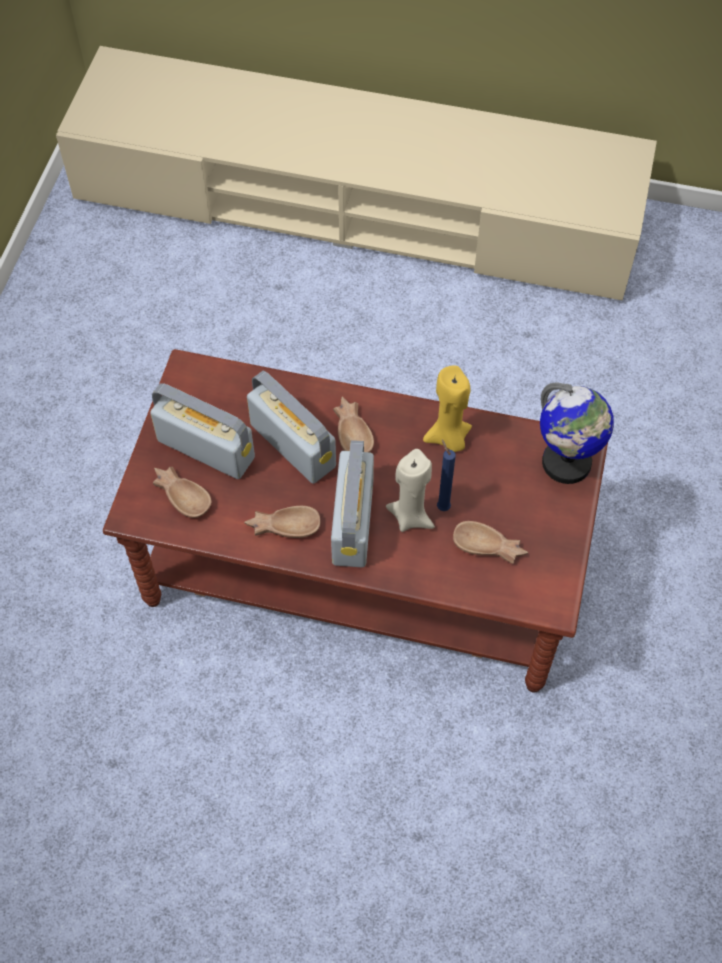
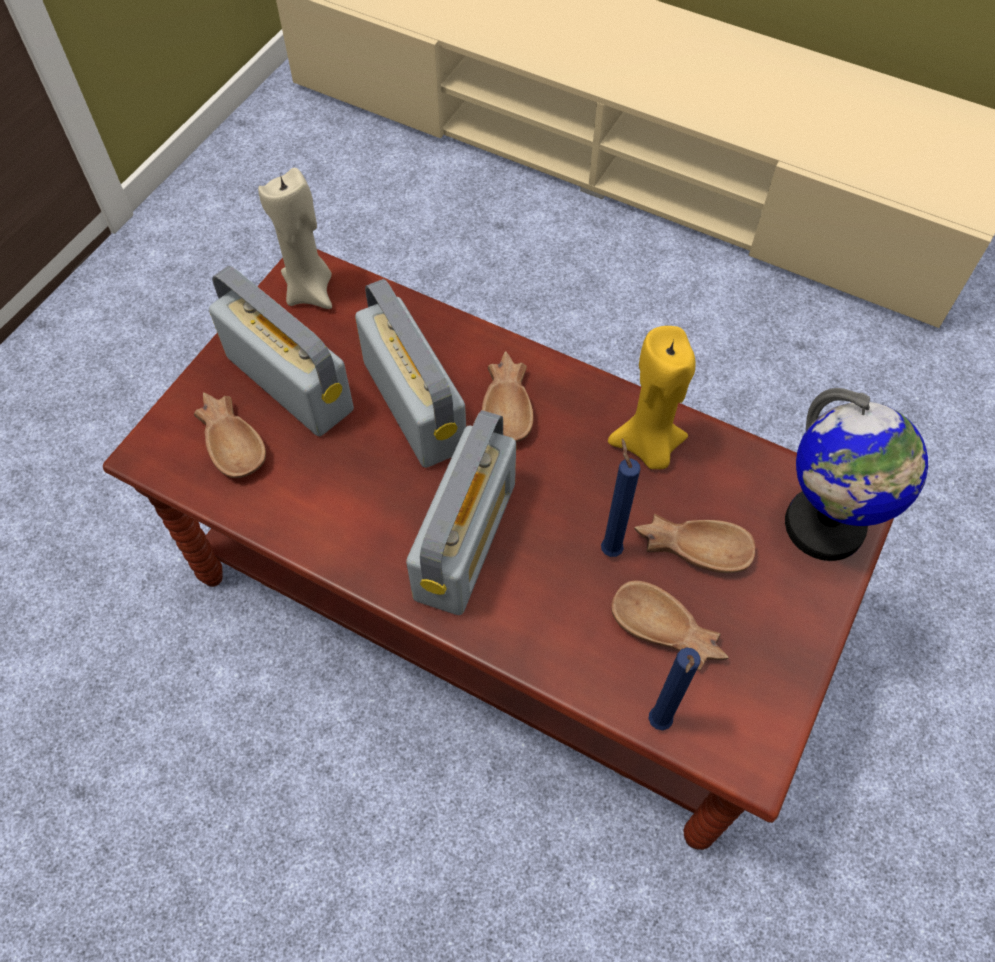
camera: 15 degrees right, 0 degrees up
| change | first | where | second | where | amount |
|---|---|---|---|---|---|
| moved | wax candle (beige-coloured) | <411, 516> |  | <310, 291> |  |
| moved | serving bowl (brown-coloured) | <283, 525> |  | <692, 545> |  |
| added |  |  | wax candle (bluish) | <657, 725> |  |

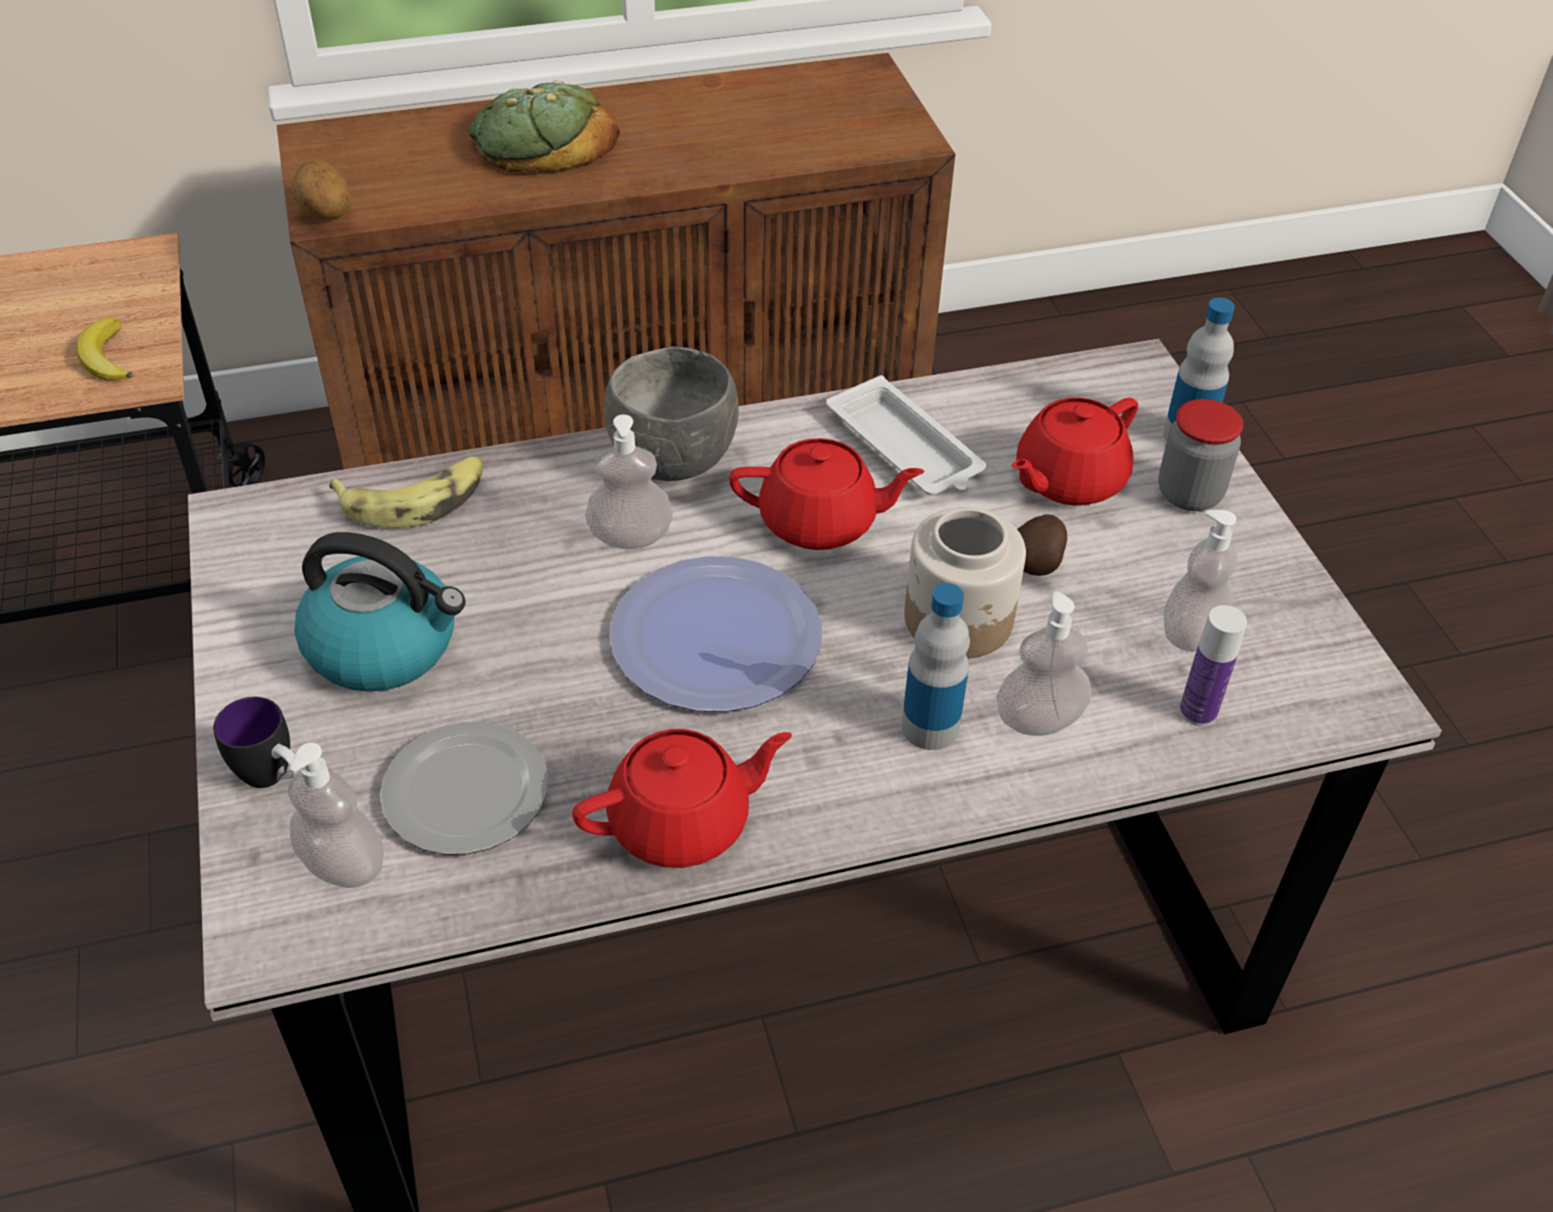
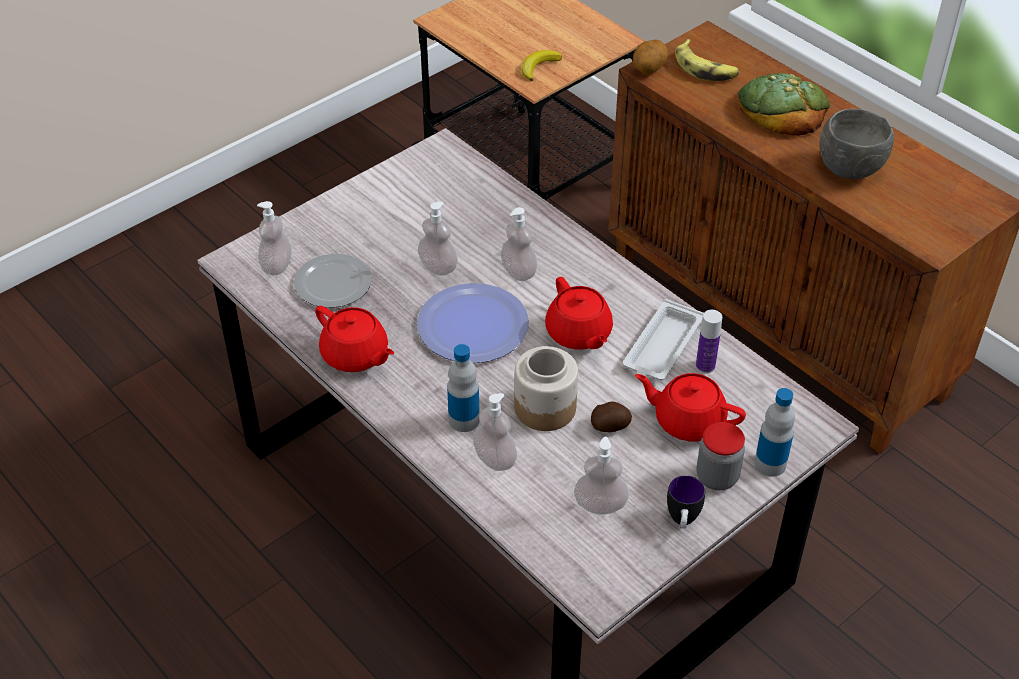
camera: 65 degrees right, 0 degrees up
| change | first | where | second | where | amount |
|---|---|---|---|---|---|
| moved | serving bowl (grey) | <672, 460> |  | <849, 169> |  |
| moved | banana | <415, 499> |  | <705, 68> |  |
| removed | water kettle | <385, 646> |  |  |  |
| moved | drink bottle | <1198, 712> |  | <705, 366> |  |
| moved | mug | <274, 778> |  | <682, 522> |  |
| added |  |  | liquid soap bottle | <438, 267> |  |

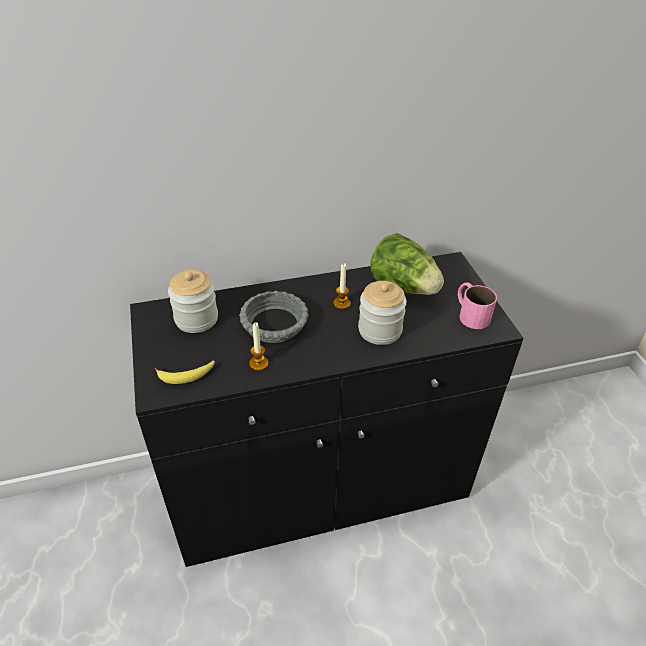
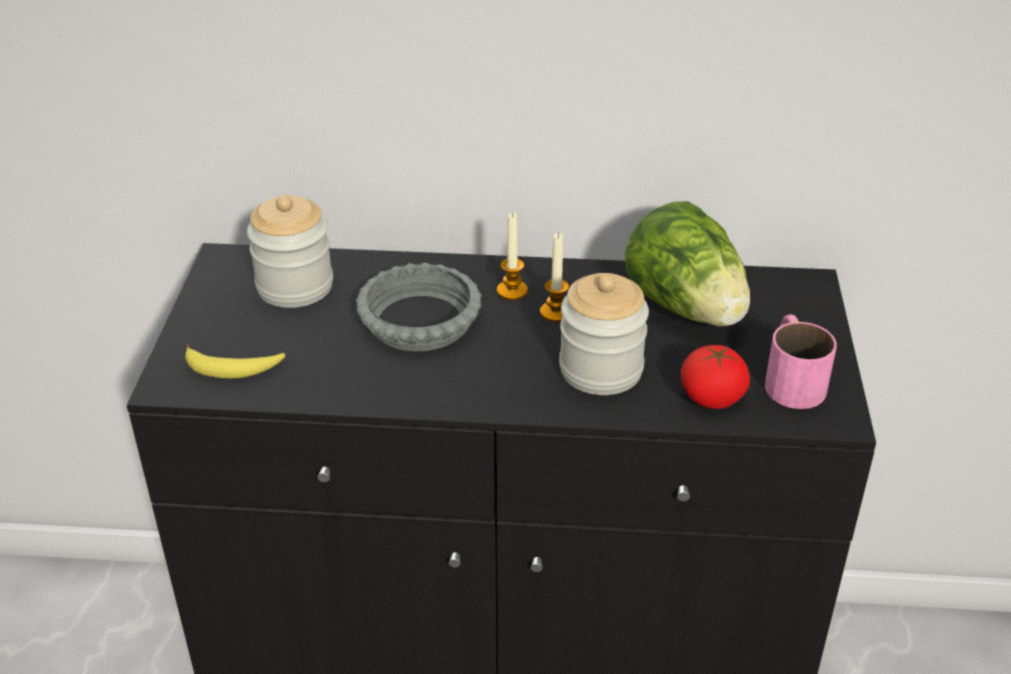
camera: 20 degrees right, 5 degrees down
| change | first | where | second | where | amount |
|---|---|---|---|---|---|
| moved | wax candle | <258, 363> |  | <512, 291> |  |
| added |  |  | whole tomato | <711, 398> |  |

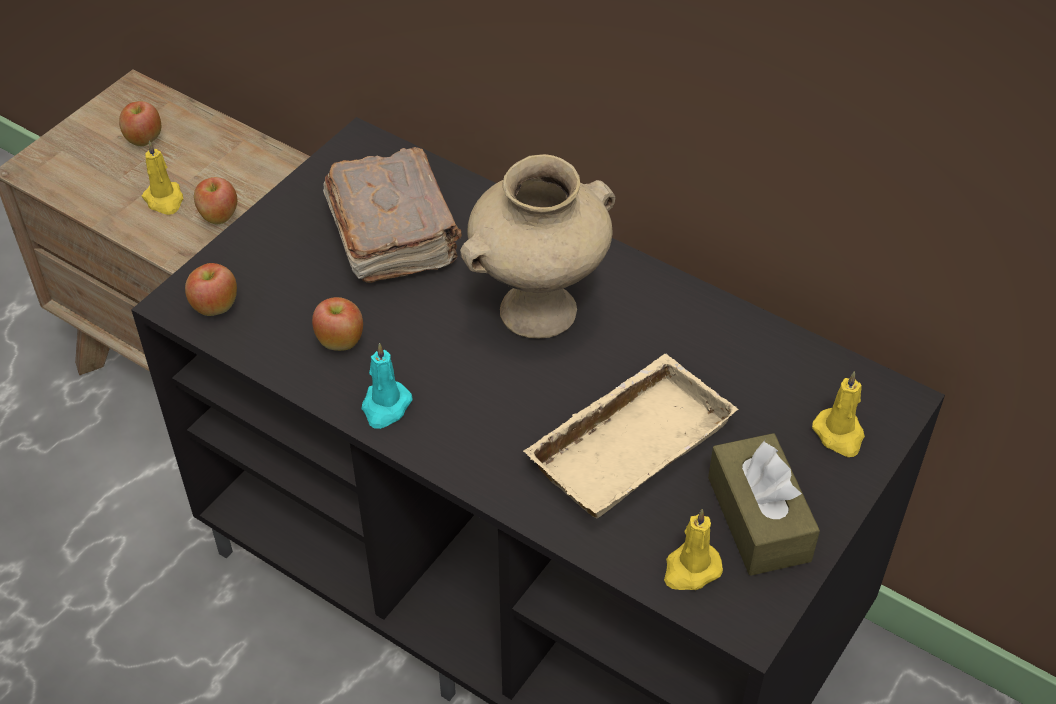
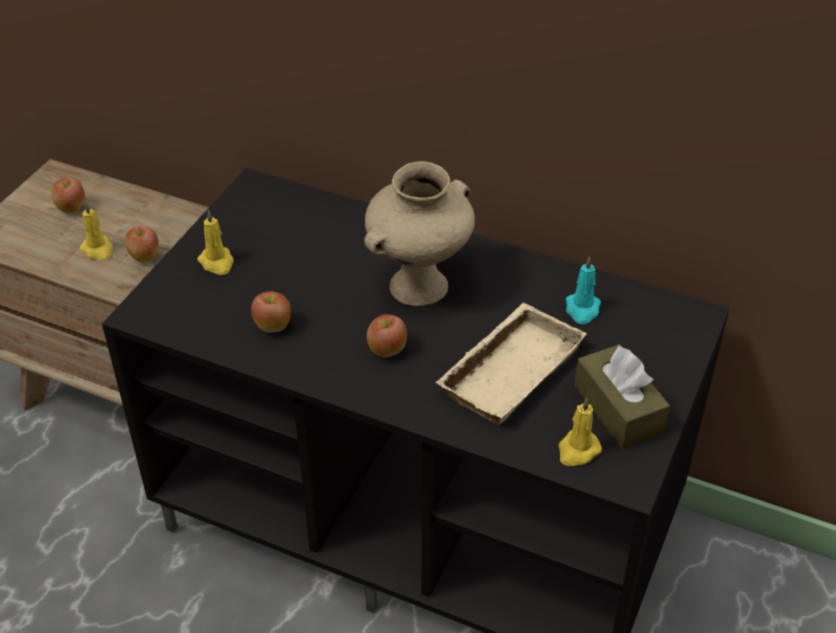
camera: 10 degrees left, 5 degrees down
| change | first | where | second | where | amount |
|---|---|---|---|---|---|
| removed | book (brown-coloured) | <394, 233> |  |  |  |
| moved | apple fruit | <215, 307> |  | <387, 350> |  |
| moved | wax candle (turquoise-coloured) | <385, 407> |  | <582, 310> |  |
| moved | wax candle (yellow) | <839, 435> |  | <217, 262> |  |

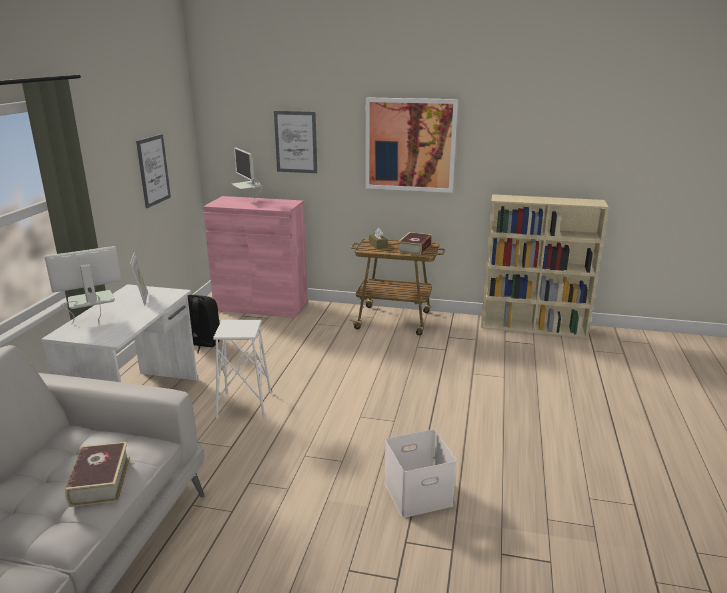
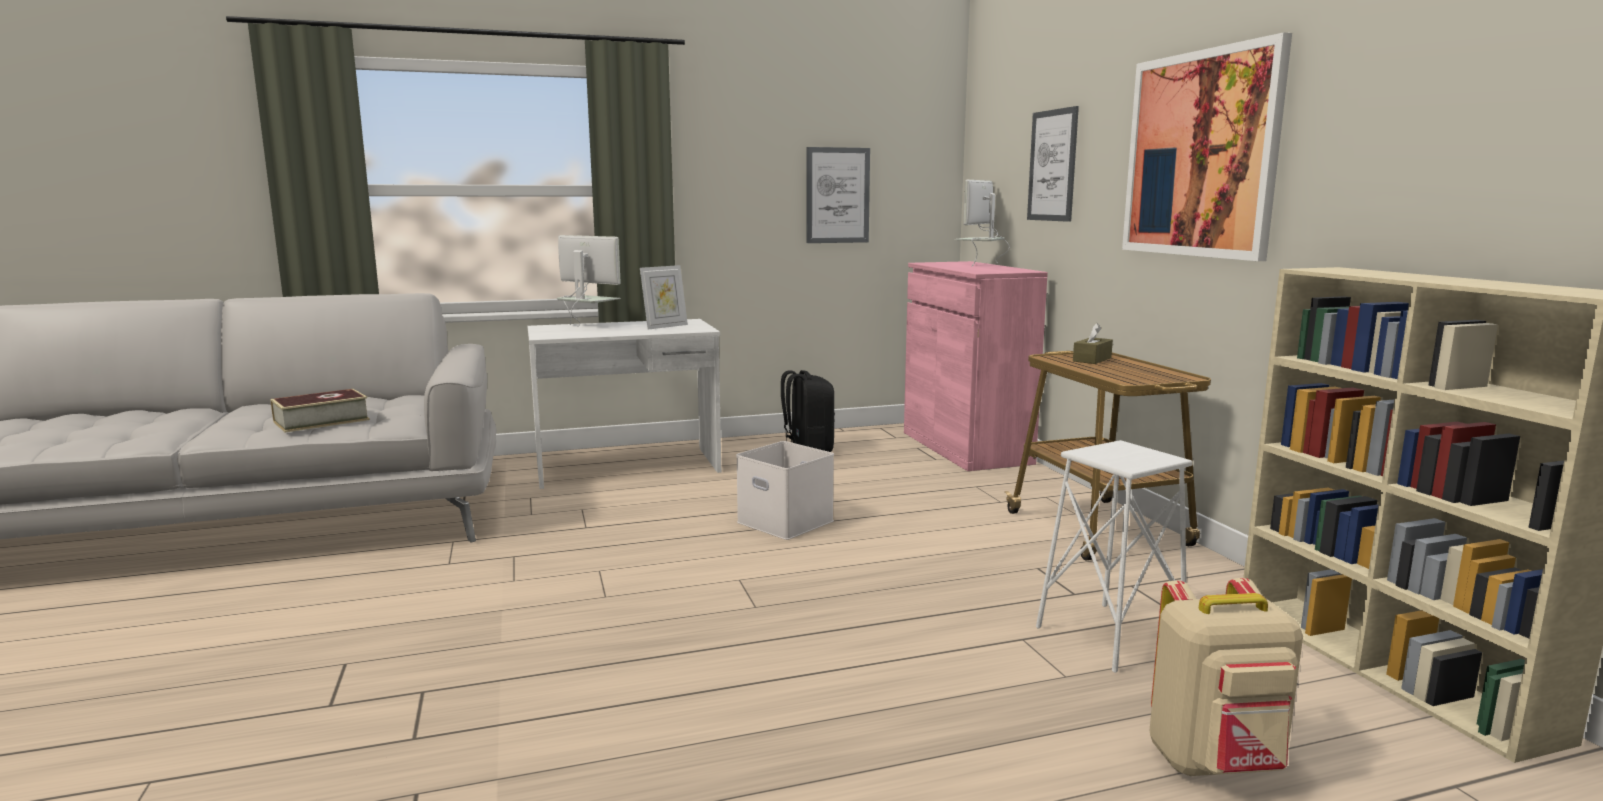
camera: 60 degrees right, 10 degrees down
| change | first | where | second | where | amount |
|---|---|---|---|---|---|
| removed | book | <414, 248> |  |  |  |
| moved | stool (white-coloured) | <244, 405> |  | <1109, 636> |  |
| moved | storage container (white-coloured) | <417, 495> |  | <783, 521> |  |
| added |  |  | backpack (beige-coloured) | <1216, 764> |  |

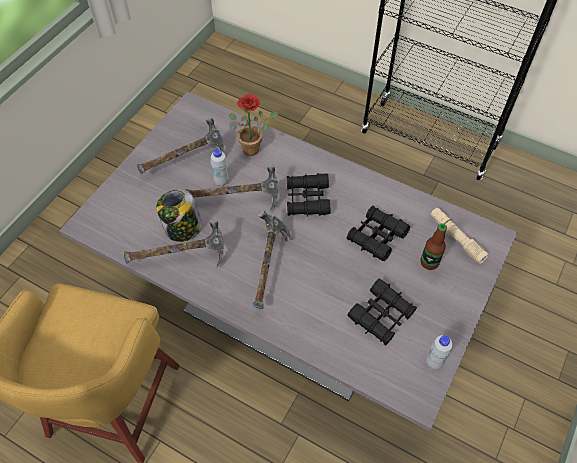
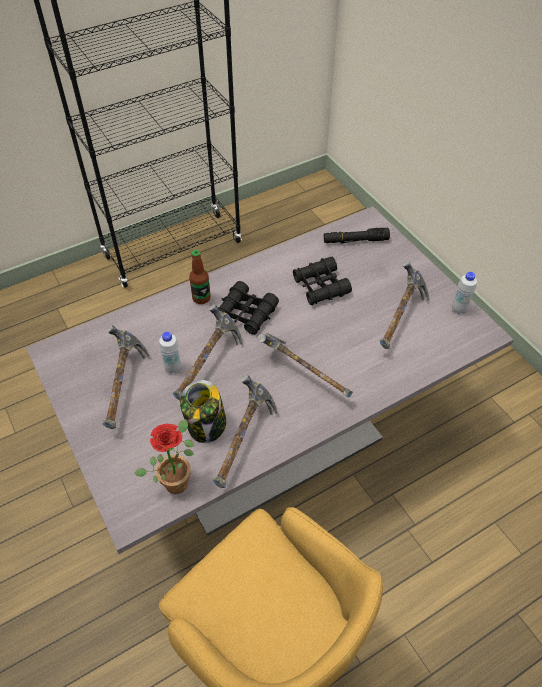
camera: 60 degrees left, 5 degrees down
| change | first | where | second | where | amount |
|---|---|---|---|---|---|
| moved | houseplant | <254, 148> |  | <177, 478> |  |
| recoloured | hand torch (beige-coloured) | <456, 238> | hand torch (blackish) | <355, 240> |  |
| moved | drink bottle | <429, 262> |  | <201, 298> |  |
| replaced | pair of binoculars (blackish) | <381, 315> | hand hammer | <399, 320> |  |

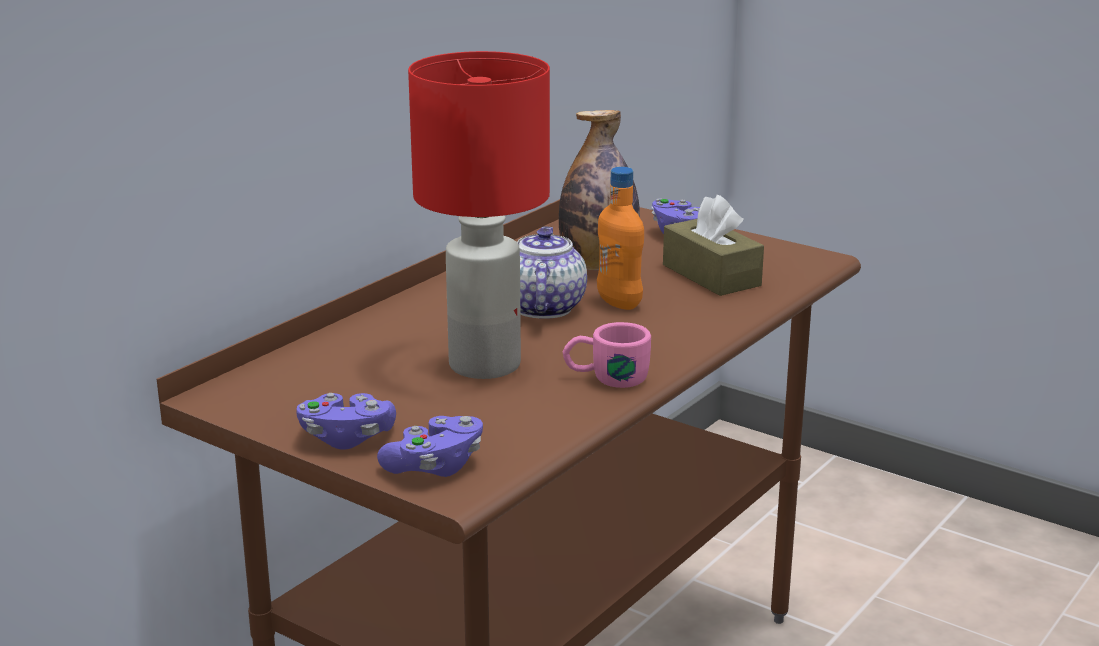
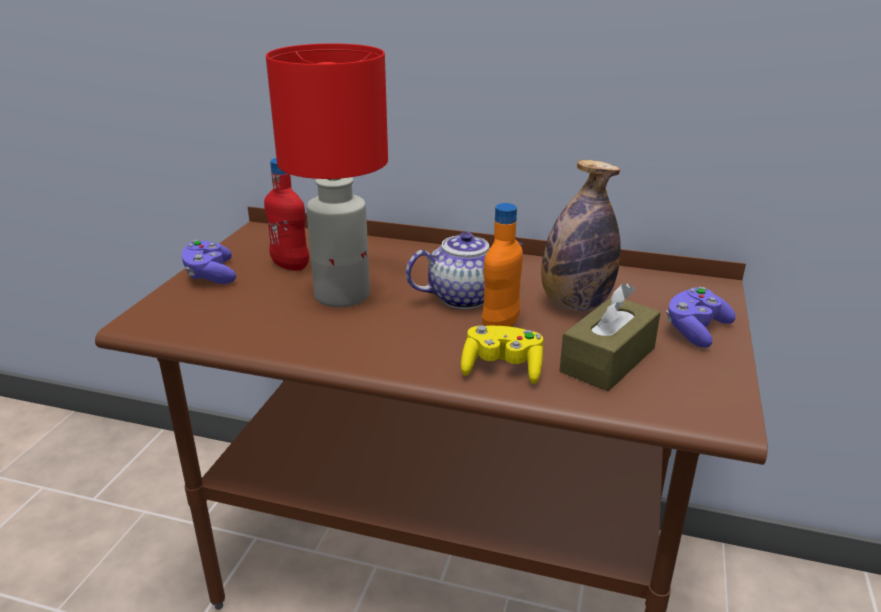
camera: 70 degrees right, 5 degrees up
| change | first | where | second | where | amount |
|---|---|---|---|---|---|
| removed | mug (pinkish) | <606, 378> |  |  |  |
| removed | gamepad (purple) | <435, 466> |  |  |  |
| added |  |  | drink bottle (red) | <290, 265> |  |
| added |  |  | gamepad (yellow) | <502, 368> |  |

